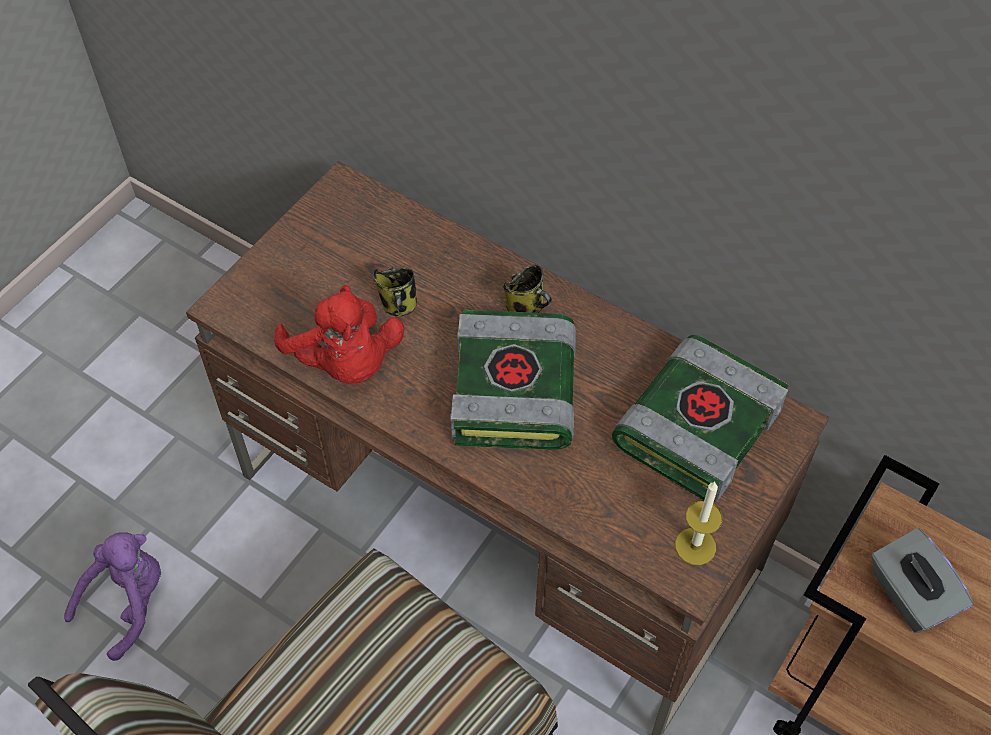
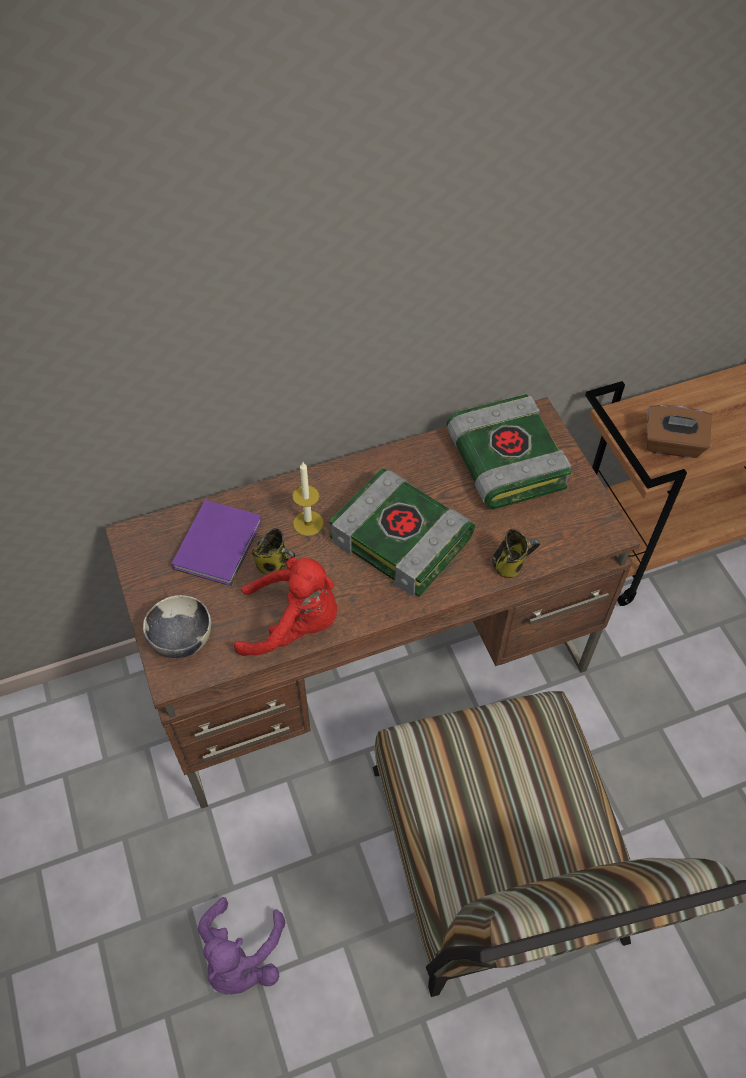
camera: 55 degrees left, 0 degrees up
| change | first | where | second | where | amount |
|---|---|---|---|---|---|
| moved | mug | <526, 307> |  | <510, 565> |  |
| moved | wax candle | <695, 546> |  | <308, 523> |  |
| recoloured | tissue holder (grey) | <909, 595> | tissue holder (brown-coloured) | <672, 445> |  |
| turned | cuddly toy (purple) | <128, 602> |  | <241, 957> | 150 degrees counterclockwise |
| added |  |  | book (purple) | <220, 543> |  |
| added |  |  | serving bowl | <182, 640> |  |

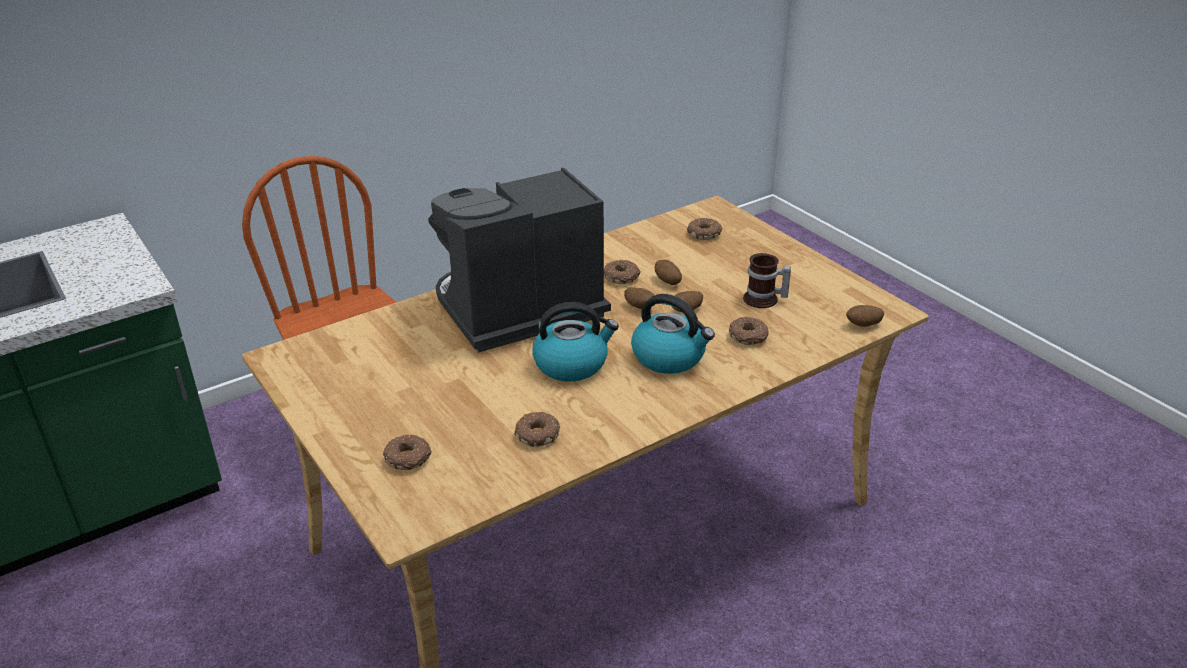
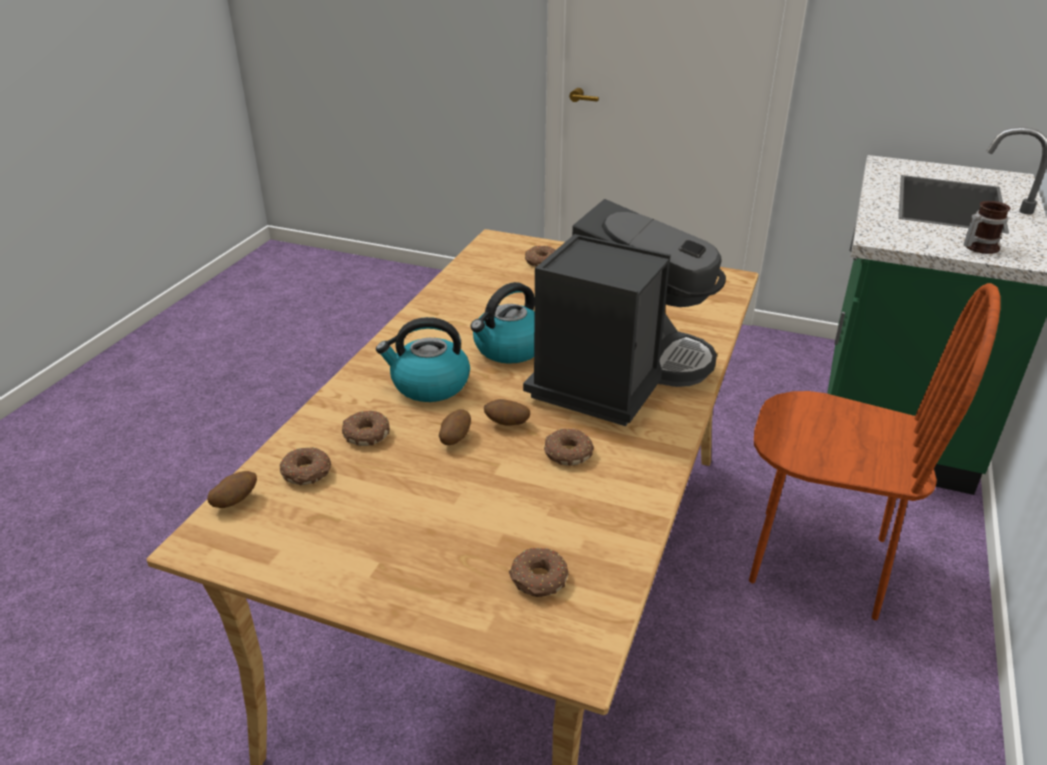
camera: 145 degrees right, 0 degrees up
| change | first | where | second | where | amount |
|---|---|---|---|---|---|
| moved | mug | <764, 300> |  | <977, 247> |  |
| removed | whole potato | <667, 281> |  |  |  |
| moved | doughnut | <537, 434> |  | <307, 473> |  |

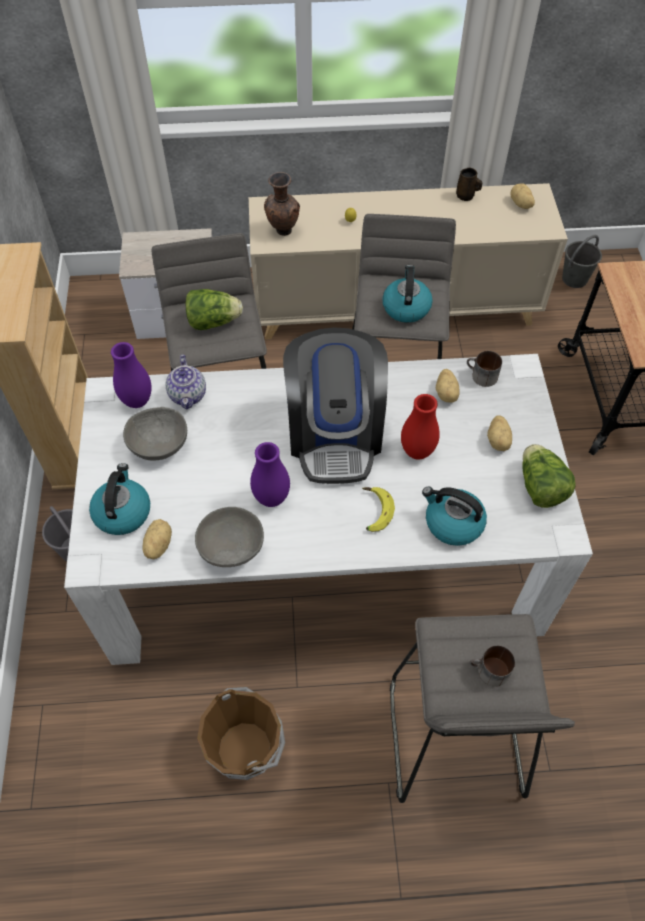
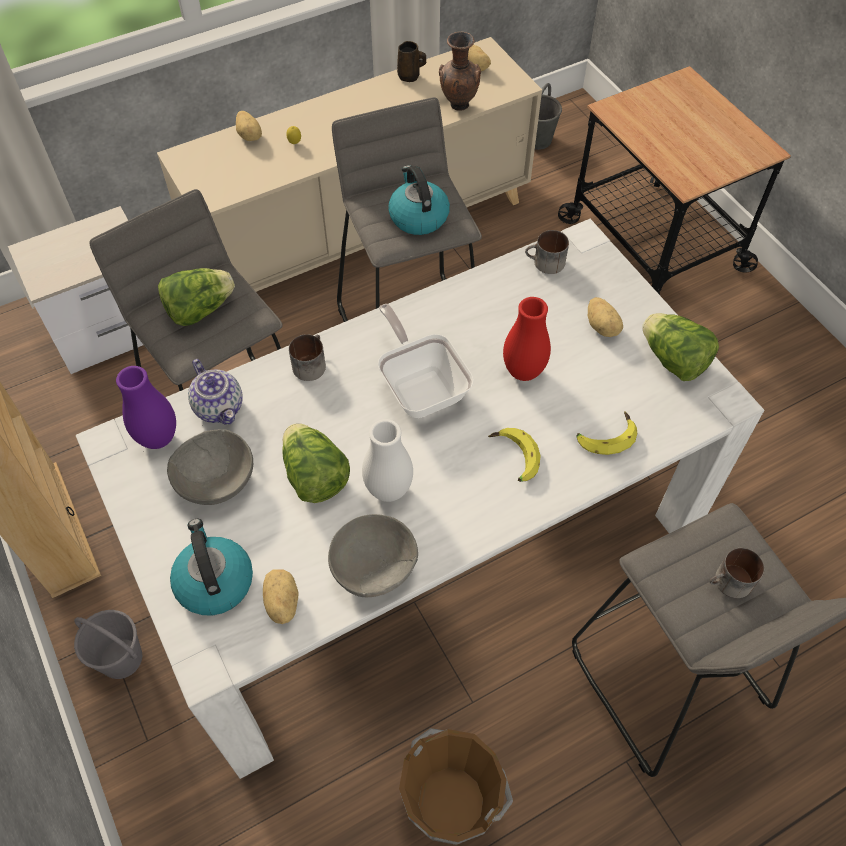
camera: 25 degrees left, 0 degrees up
| change | first | where | second | where | amount |
|---|---|---|---|---|---|
| moved | vase (brown-coloured) | <282, 231> |  | <458, 106> |  |
| replaced | coffee brewer | <335, 434> | pan | <421, 387> |  |
| moved | whole potato | <447, 393> |  | <250, 135> |  |
| recoloured | vase (purple) | <271, 498> | vase (white-coloured) | <388, 490> |  |
| replaced | water kettle | <452, 523> | banana | <605, 436> |  |
| added |  |  | mug | <309, 363> |  |
| added |  |  | lettuce | <314, 476> |  |

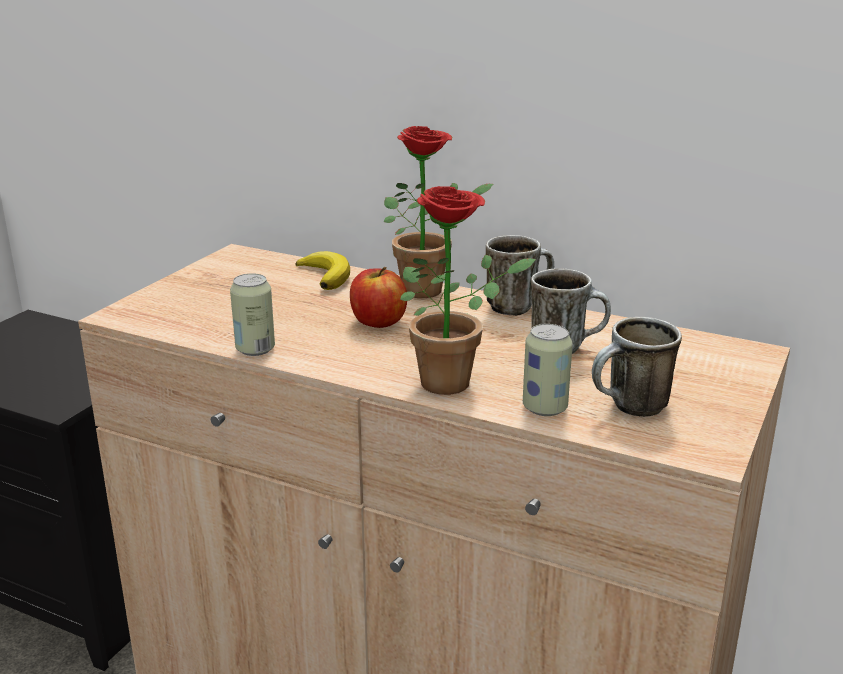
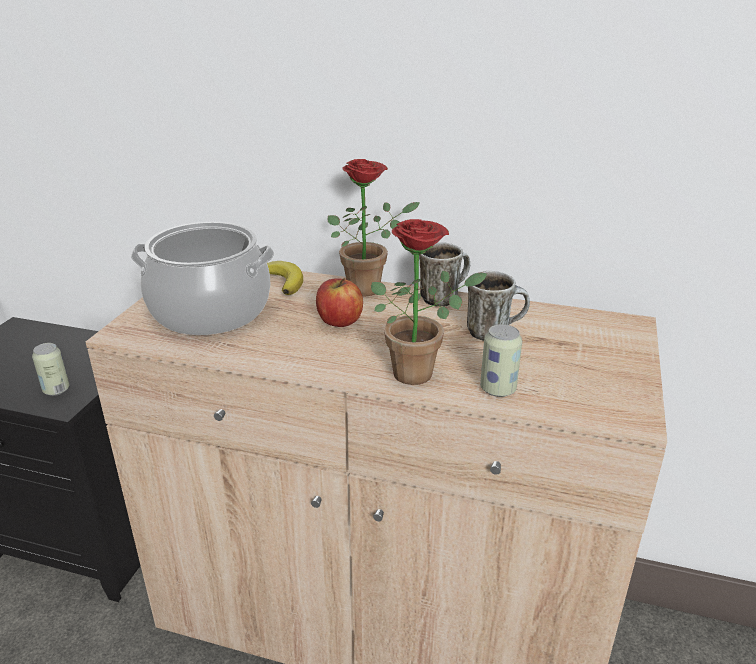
camera: 10 degrees left, 5 degrees up
| change | first | where | second | where | amount |
|---|---|---|---|---|---|
| moved | can | <255, 349> |  | <56, 390> |  |
| removed | mug | <631, 409> |  |  |  |
| added |  |  | cooking pot | <210, 311> |  |

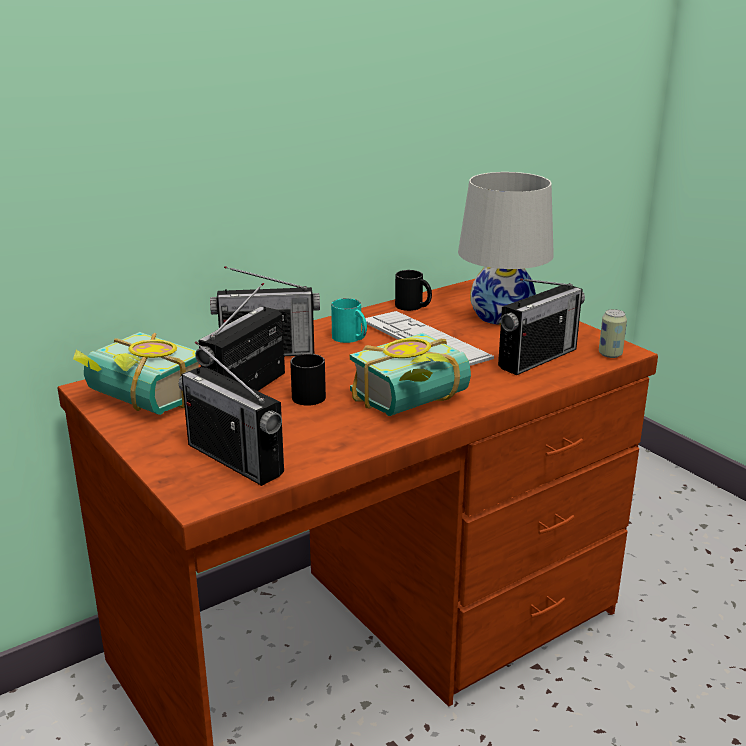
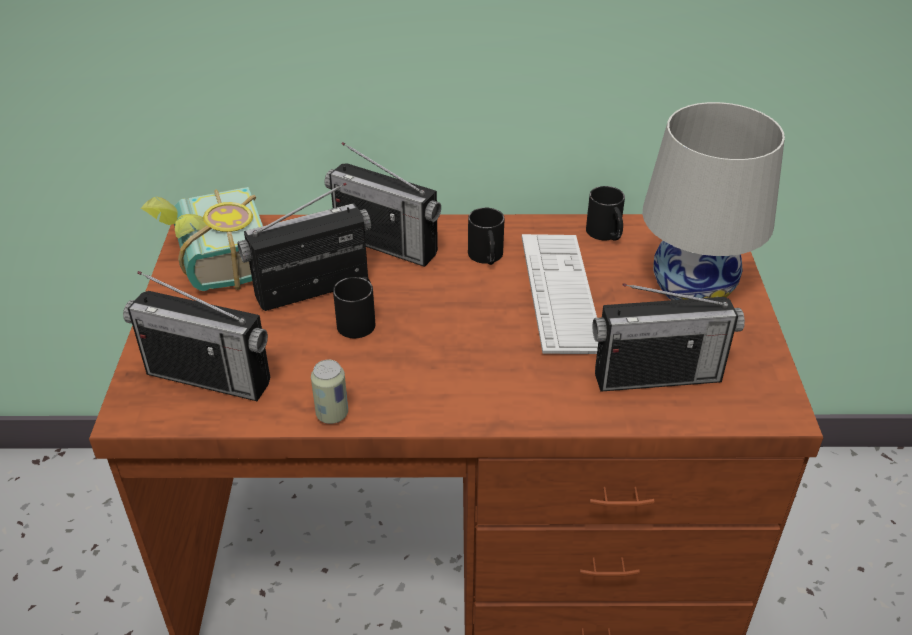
camera: 35 degrees right, 15 degrees up
| change | first | where | second | where | amount |
|---|---|---|---|---|---|
| recoloured | mug (turquoise-coloured) | <351, 338> | mug (blackish) | <487, 257> |  |
| moved | can | <610, 354> |  | <332, 414> |  |
| removed | book | <416, 402> |  |  |  |
| turned | radio | <235, 459> |  | <209, 377> | 60 degrees counterclockwise |

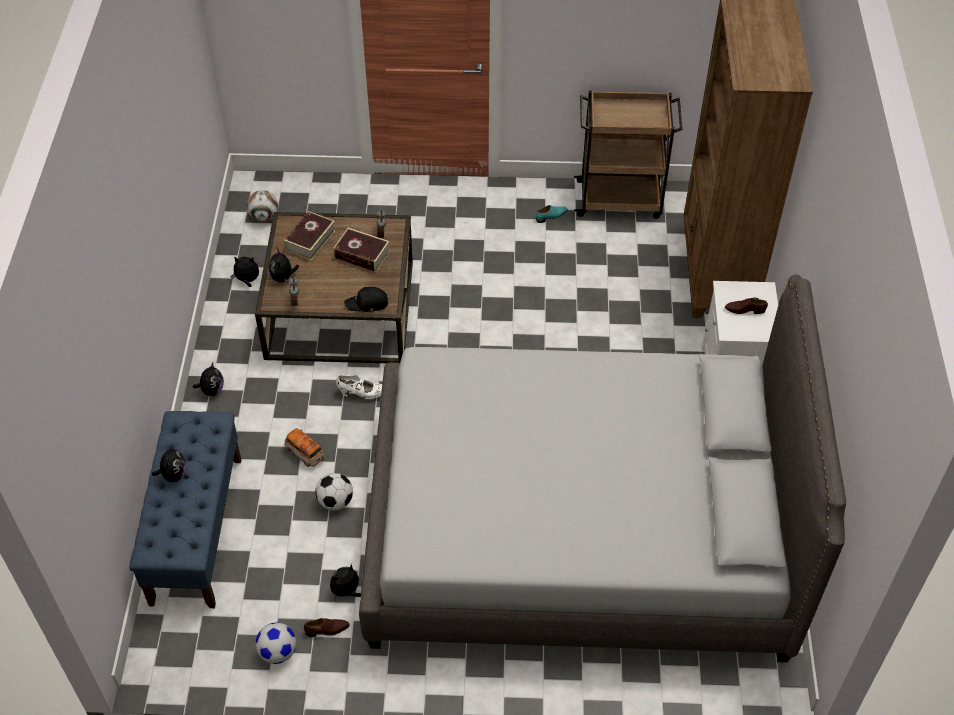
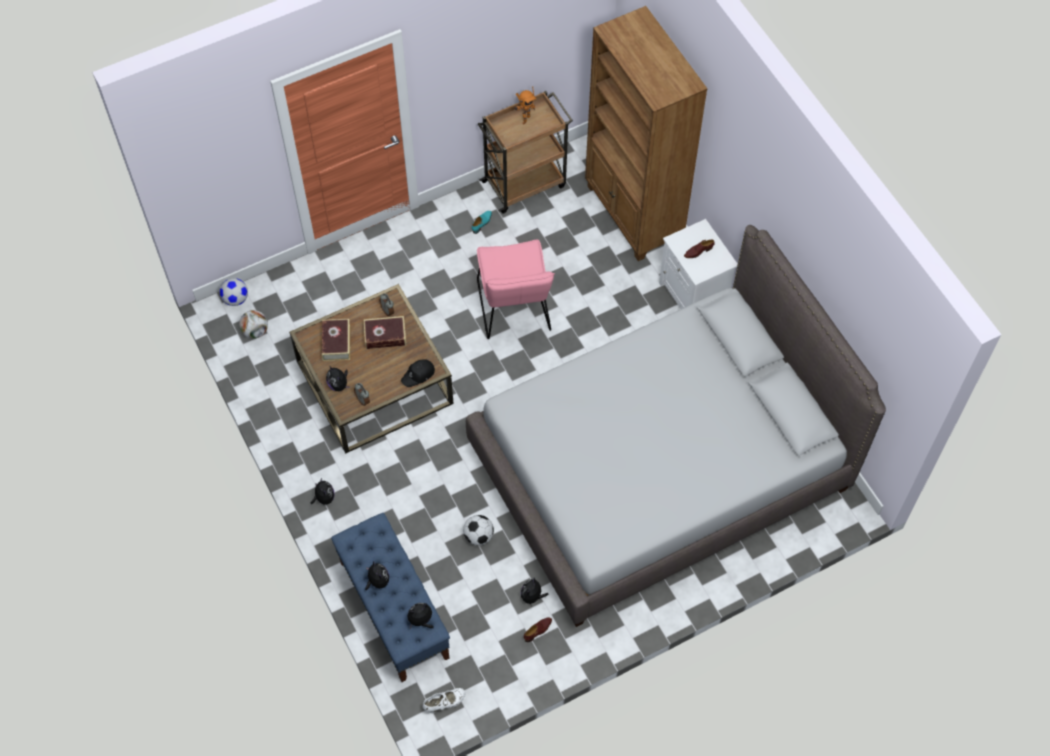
camera: 30 degrees left, 10 degrees up
| change | first | where | second | where | amount |
|---|---|---|---|---|---|
| moved | cuddly toy | <247, 280> |  | <421, 620> |  |
| moved | item of footwear (white-coloured) | <361, 393> |  | <444, 703> |  |
| removed | toy car | <305, 453> |  |  |  |
| moved | football | <278, 652> |  | <235, 299> |  |
| added |  |  | robot figure | <524, 119> |  |
| added |  |  | chair (pinkish) | <514, 310> |  |

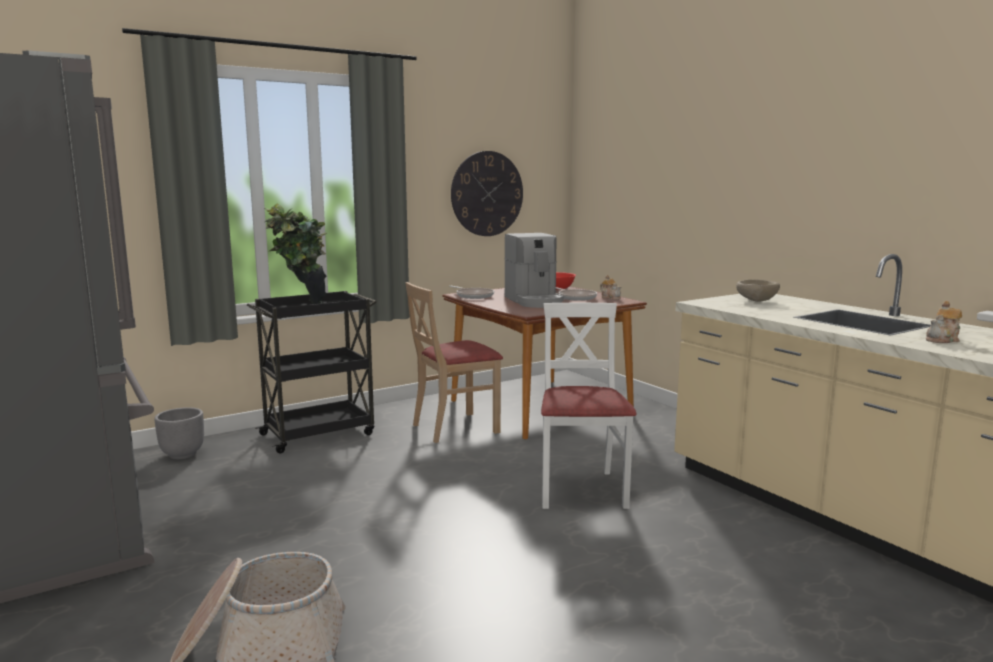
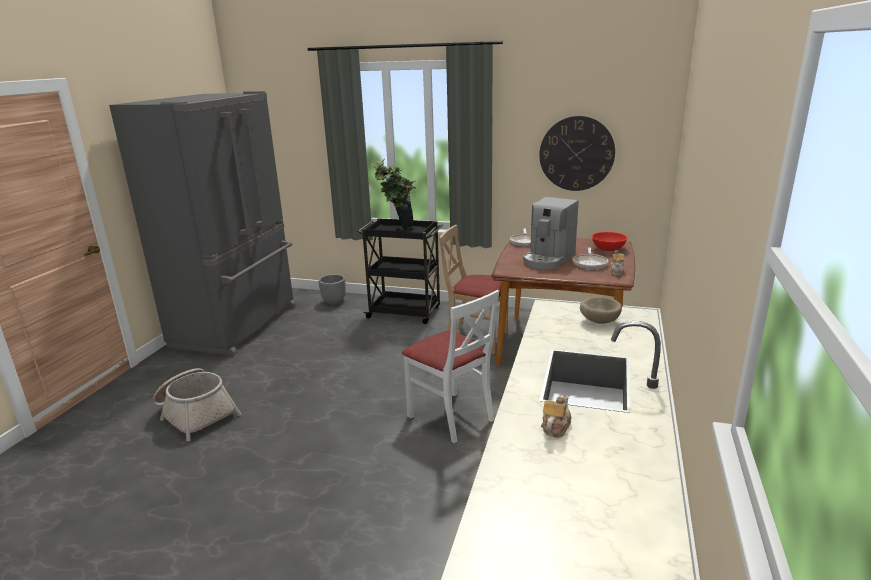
camera: 50 degrees right, 10 degrees up
| change | first | where | second | where | amount |
|---|---|---|---|---|---|
| turned | teapot | <943, 340> |  | <555, 427> | 105 degrees clockwise |
| turned | chair (white-coloured) | <581, 489> |  | <451, 417> | 90 degrees clockwise |

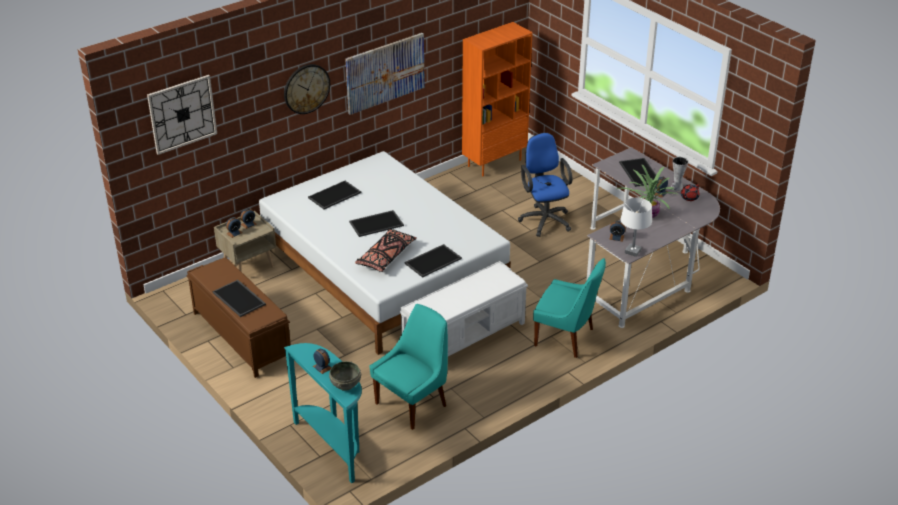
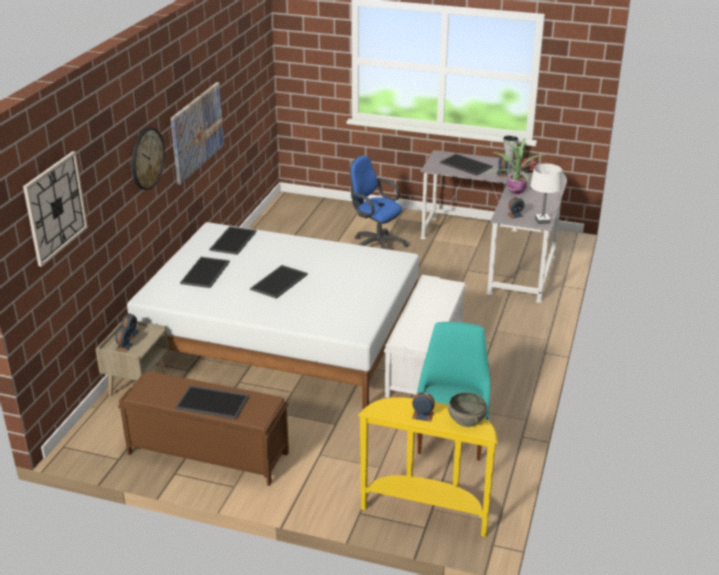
camera: 35 degrees left, 5 degrees down
| change | first | where | second | where | amount |
|---|---|---|---|---|---|
| removed | bookcase (orange-coloured) | <494, 162> |  |  |  |
| removed | throw pillow (blackish) | <386, 256> |  |  |  |
| moved | tray | <433, 260> |  | <232, 240> |  |
| removed | chair (turquoise-coloured) | <566, 338> |  |  |  |
| recoloured | narrow table (turquoise-coloured) | <333, 446> | narrow table (yellow) | <426, 511> |  |

